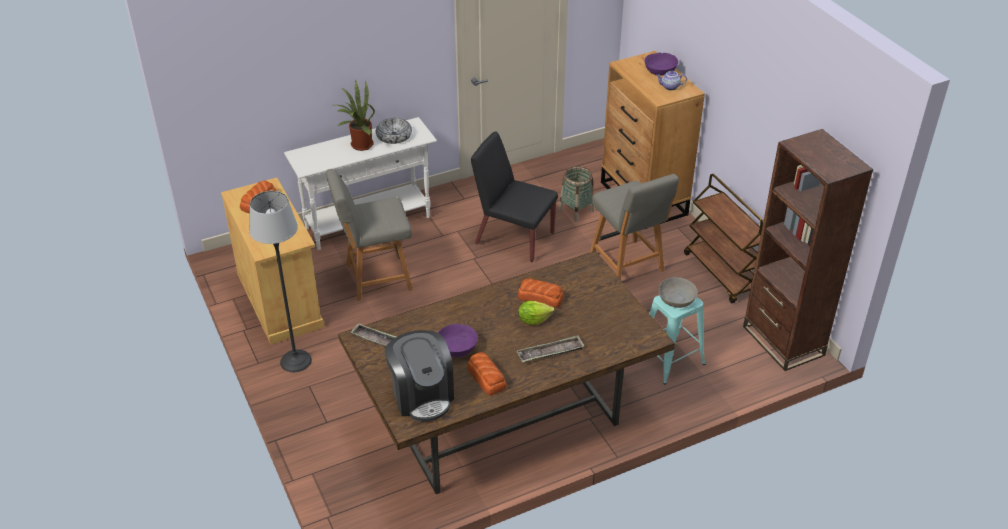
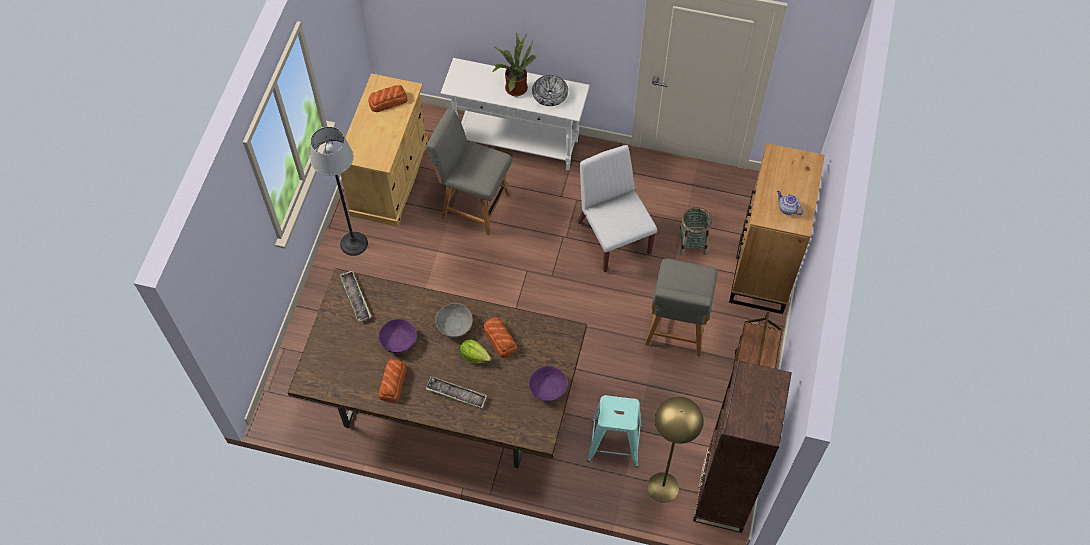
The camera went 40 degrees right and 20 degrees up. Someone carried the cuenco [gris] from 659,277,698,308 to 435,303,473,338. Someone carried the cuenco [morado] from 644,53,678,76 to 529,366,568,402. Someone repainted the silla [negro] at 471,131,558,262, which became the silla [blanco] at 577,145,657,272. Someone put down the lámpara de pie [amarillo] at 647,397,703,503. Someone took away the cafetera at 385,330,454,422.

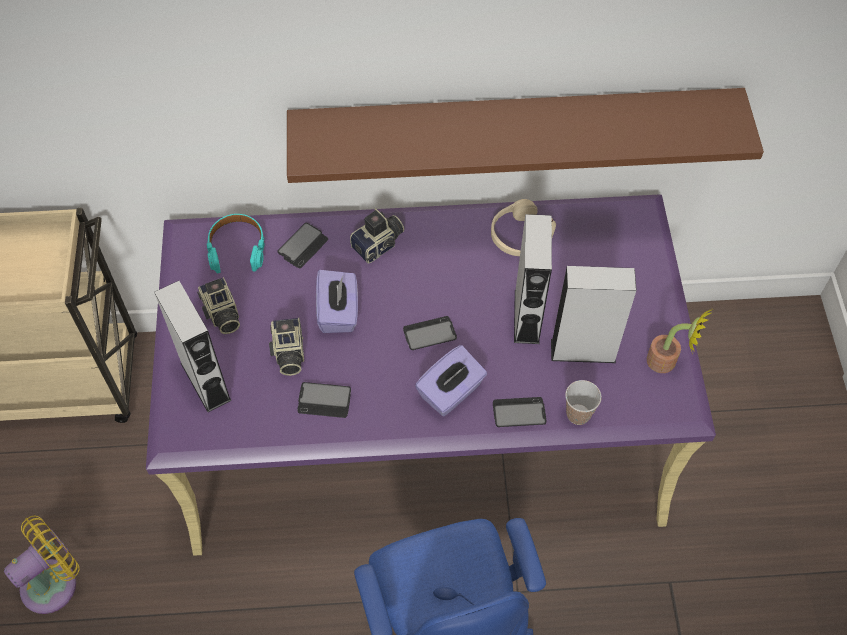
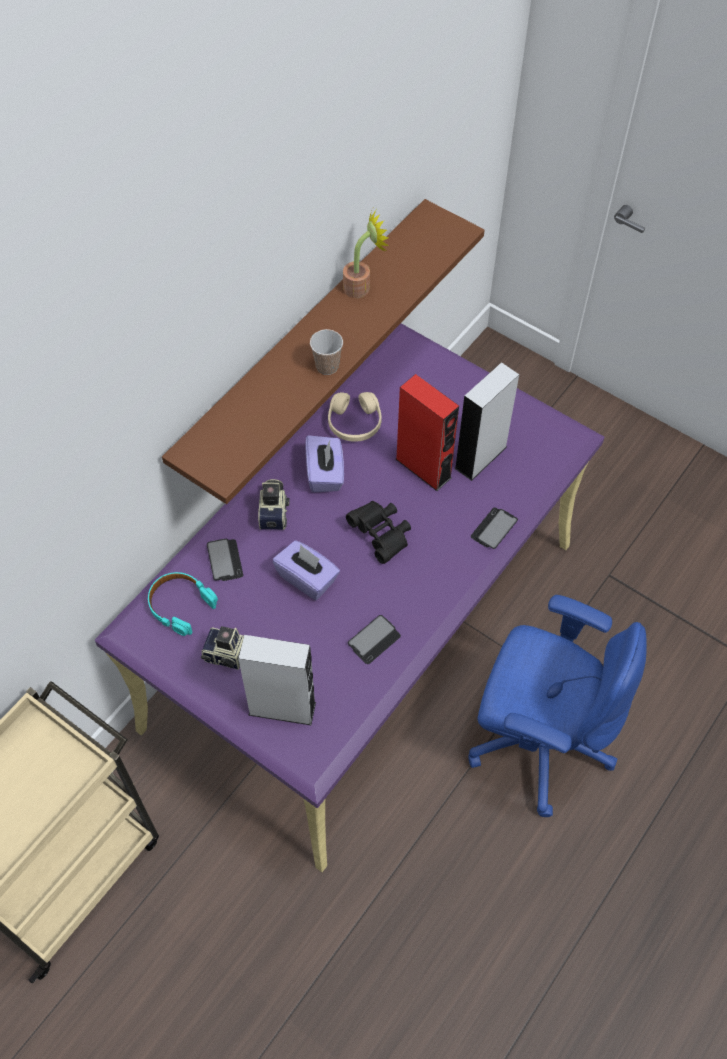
The camera went 50 degrees left and 0 degrees up. Someone carried the caja de pañuelos [morado] from 415,345,487,416 to 305,435,344,493. Someone carried the taza from 565,380,602,425 to 310,329,343,375. Someone carried the planta en maceta from 647,308,713,373 to 343,210,389,298. Someone swapped the móvil at 403,316,457,350 for the prismáticos [negro] at 346,501,411,564. Someone repainted the altavoz [gris] at 514,214,552,344, which became the altavoz [rojo] at 395,374,459,491. Someone took away the ventilador [amarillo] at 4,516,80,614. Someone took away the cámara at 269,318,304,376.

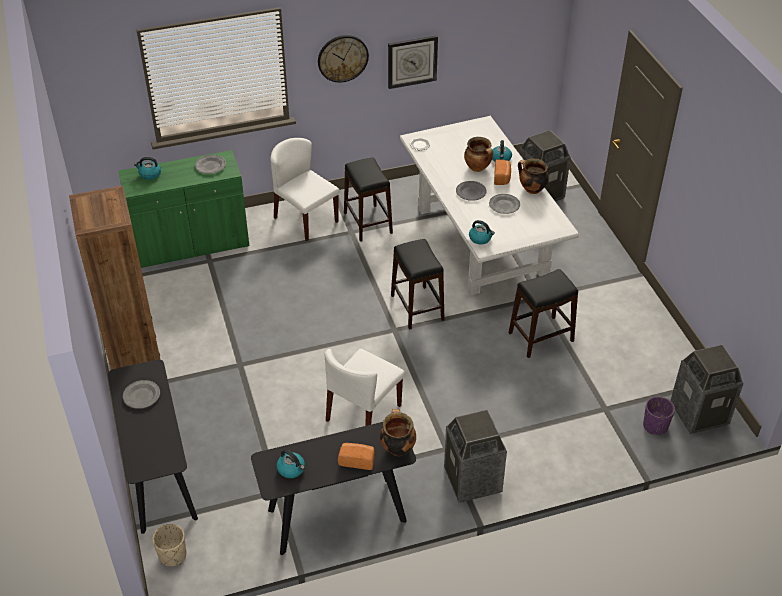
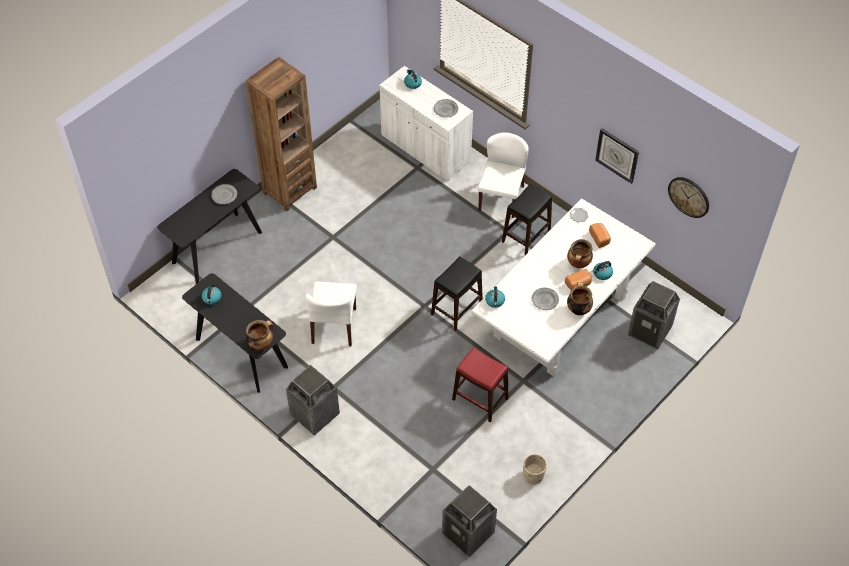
The camera went 60 degrees right and 10 degrees up. Someone rotated the silla [blanco] at 325,349,405,426 by 90 degrees counterclockwise. Someone repainted the armario [verde] at 118,150,249,268, which became the armario [blanco] at 380,66,473,181. Someone repainted the taburete [negro] at 509,269,578,358, which became the taburete [rojo] at 452,348,508,422. Someone carried the maceta [beis] from 152,524,187,566 to 523,454,547,484. Someone carried the pan from 338,443,375,470 to 589,223,611,248. Someone carried the reloj de pared from 318,35,369,83 to 668,177,709,218. Someone took away the plato [gris] at 456,181,487,201. Someone took away the maceta [morado] at 643,396,675,435.

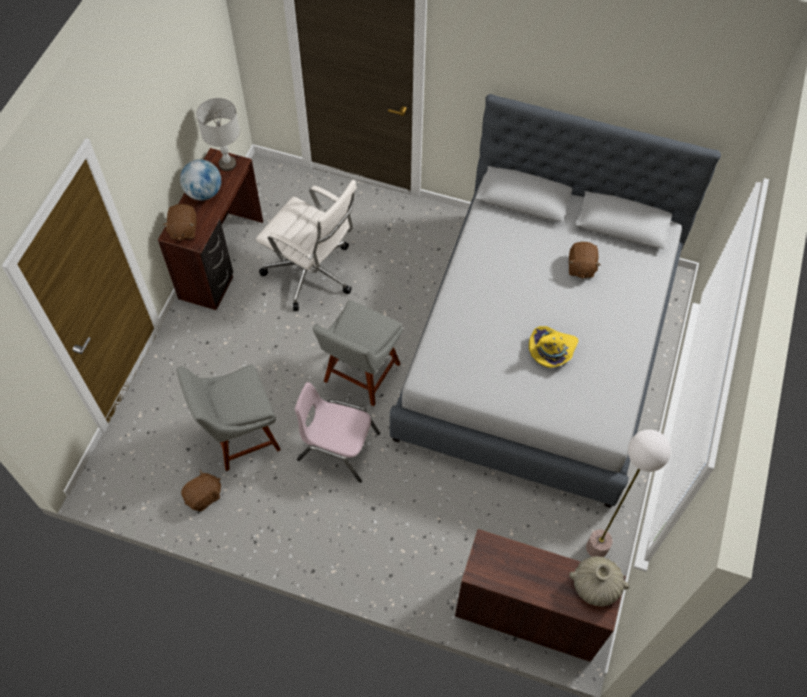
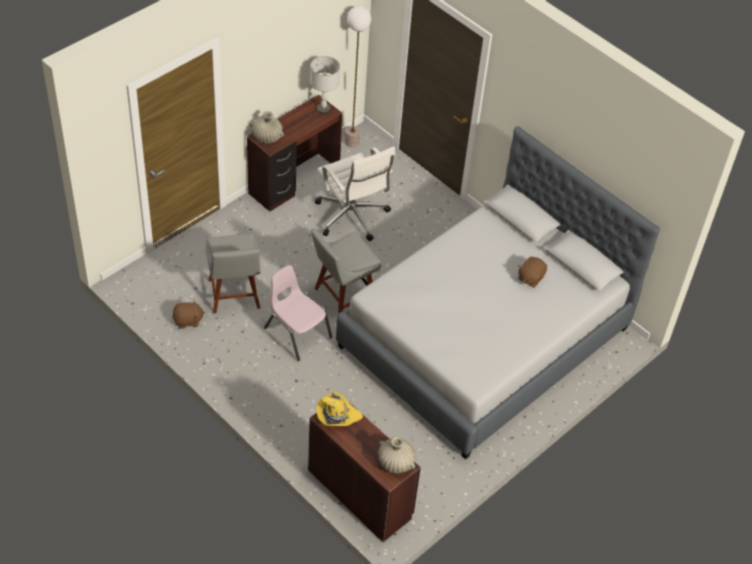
The camera went 25 degrees right and 10 degrees down. Someone rotated the silla [gris] at 176,364,281,471 by 105 degrees counterclockwise. Someone swapped the peluche [marrón] at 163,204,197,240 for the florero [beis] at 250,111,284,143. Someone carried the sombrero [amarillo] from 529,326,578,368 to 316,392,363,426. Someone carried the lámpara de pie from 586,430,671,557 to 345,6,371,147. Someone took away the globo terráqueo at 180,159,221,201.

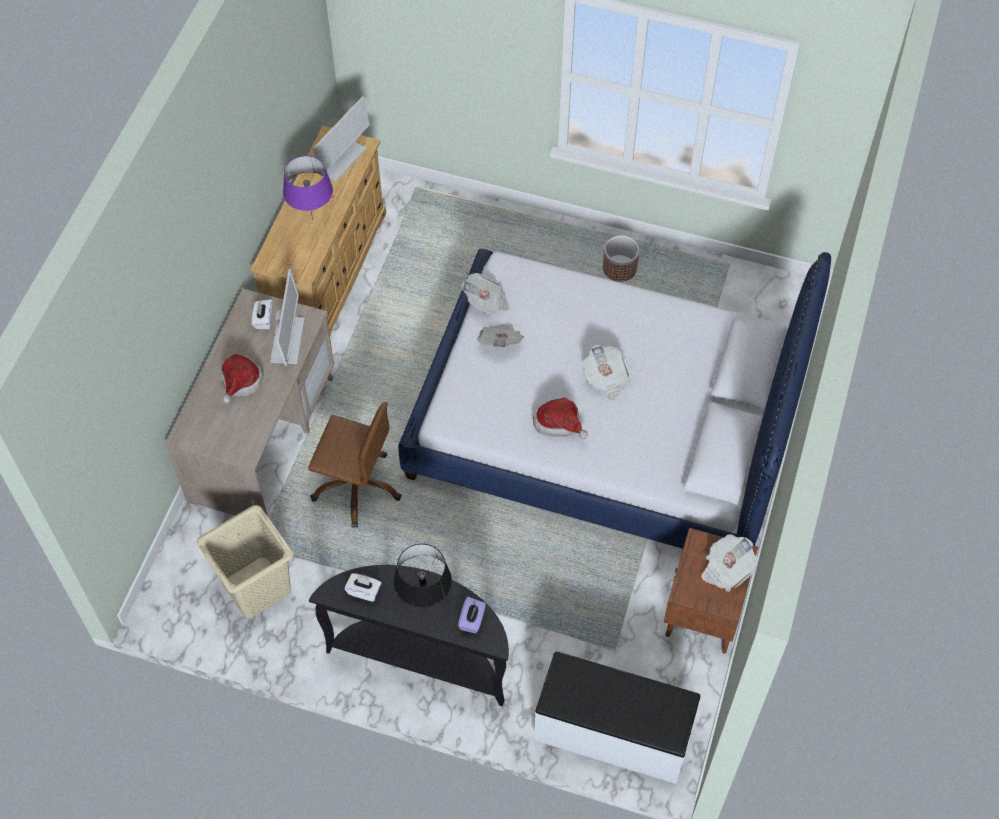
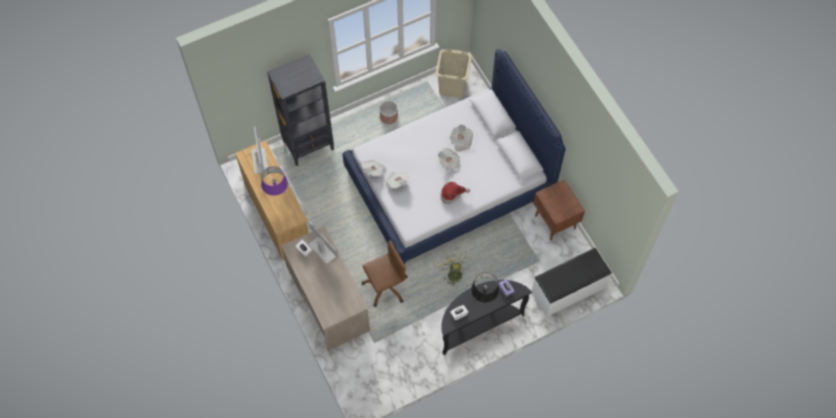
The camera went 45 degrees left and 5 degrees up. Someone put down the estantería [negro] at 267,54,334,166. Someone carried the cesto de la ropa [beis] from 197,505,293,618 to 435,49,472,98. Someone put down the ventilador [verde] at 438,252,469,286. Someone carried the periódico from 701,534,757,592 to 450,125,473,152. Someone took away the sombrero at 220,354,264,404.

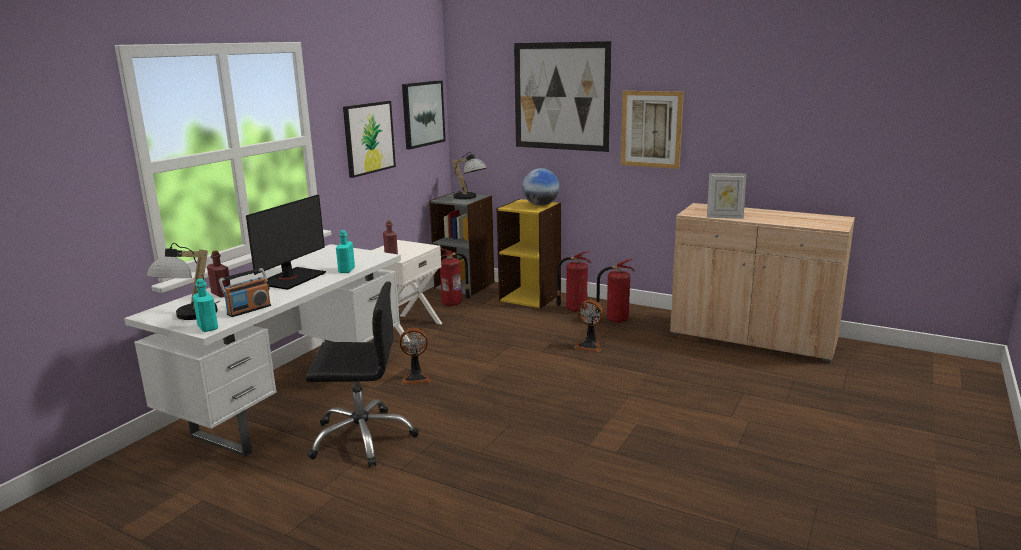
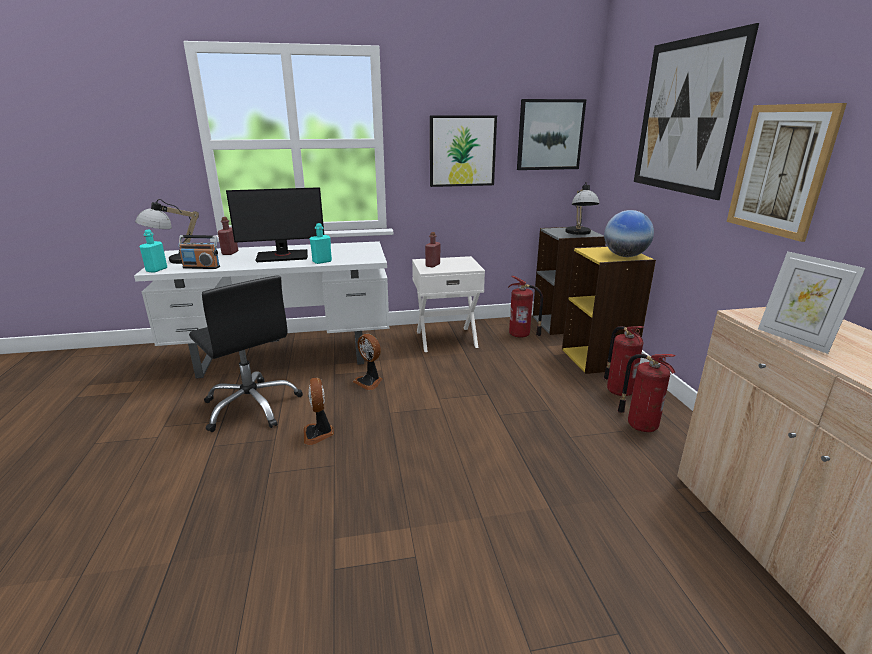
The camera went 50 degrees right and 5 degrees up. Someone carried the ventilador from 574,300,604,352 to 304,378,334,445.

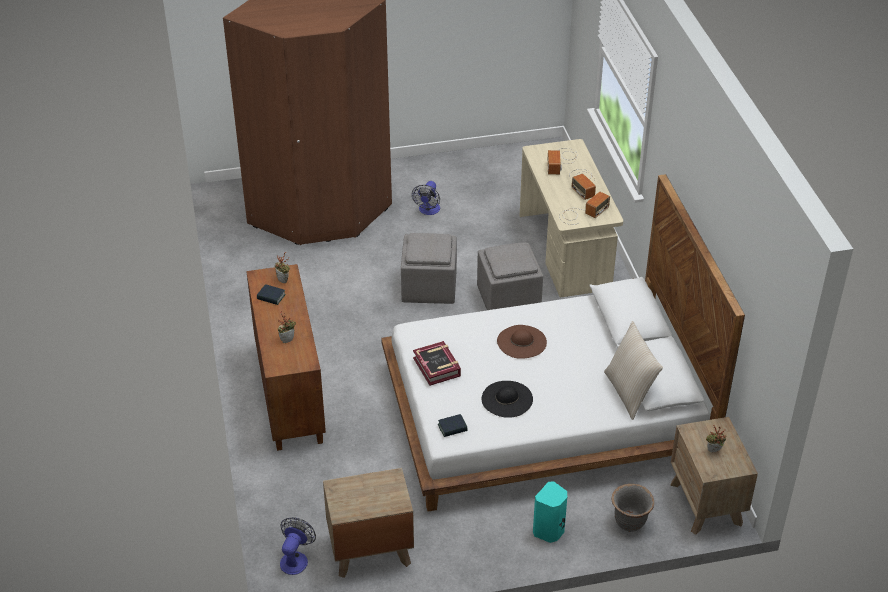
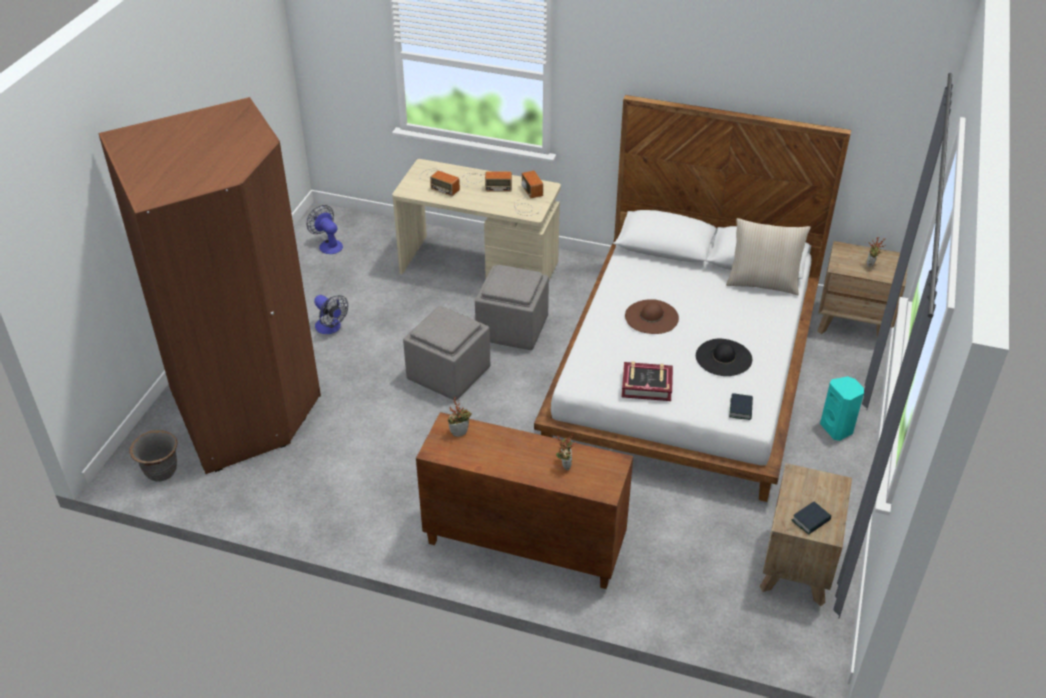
The camera went 60 degrees left and 0 degrees up. Someone carried the maceta [gris] from 611,484,654,532 to 129,430,178,482. Someone carried the ventilador from 280,517,316,575 to 306,205,343,254. Someone carried the libro from 257,284,286,305 to 792,502,831,535.

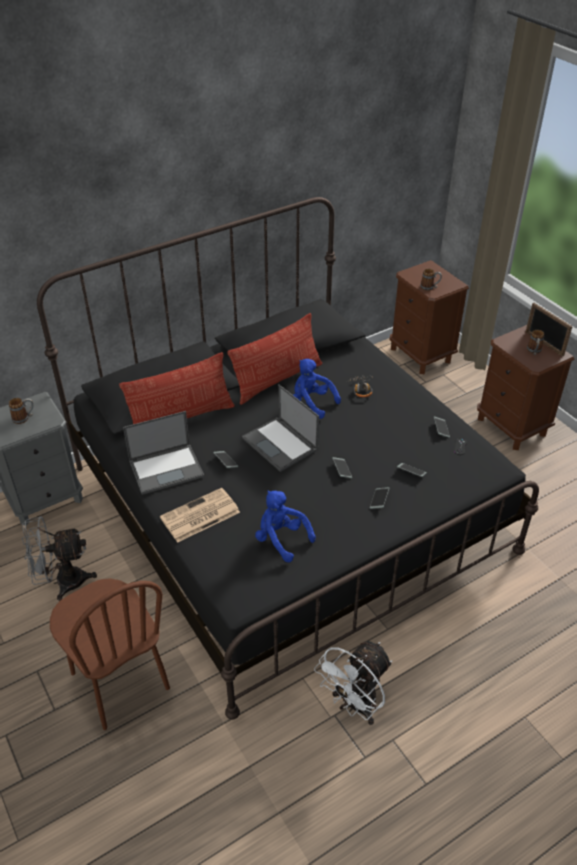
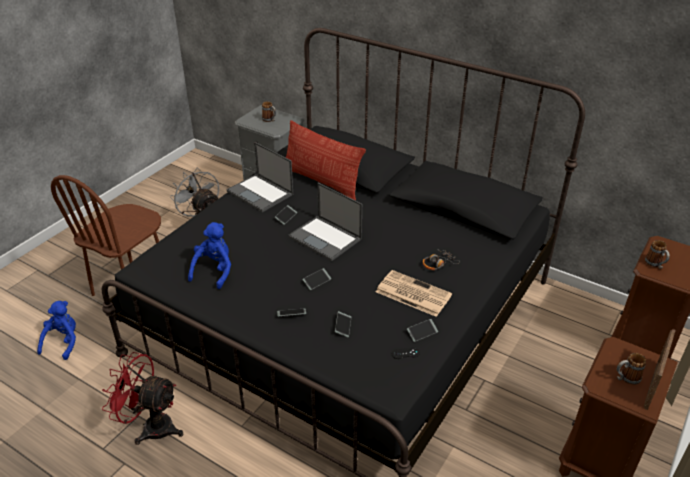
The camera went 65 degrees right and 5 degrees down. Someone carried the peluche [azul] from 293,359,341,419 to 37,301,76,360. Someone repainted the ventilador [blanco] at 314,641,392,725, which became the ventilador [rojo] at 102,352,183,445. Someone rotated the portátil at 242,384,319,472 by 75 degrees counterclockwise. Someone carried the periódico from 160,488,240,543 to 376,270,452,317. Someone took away the cojín at 227,313,322,405.

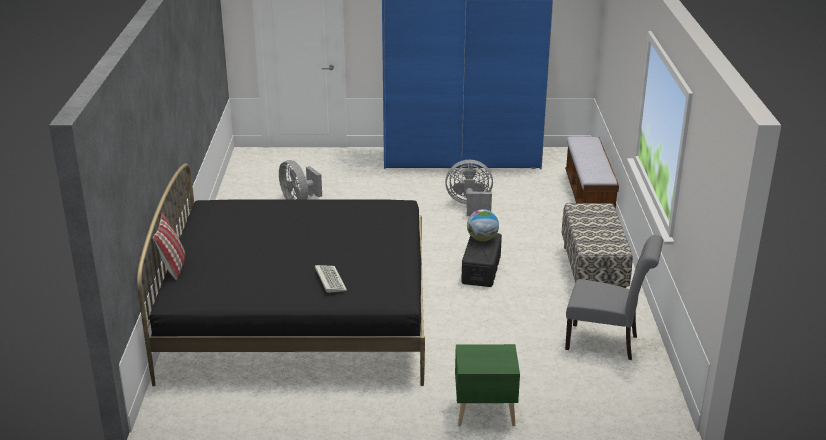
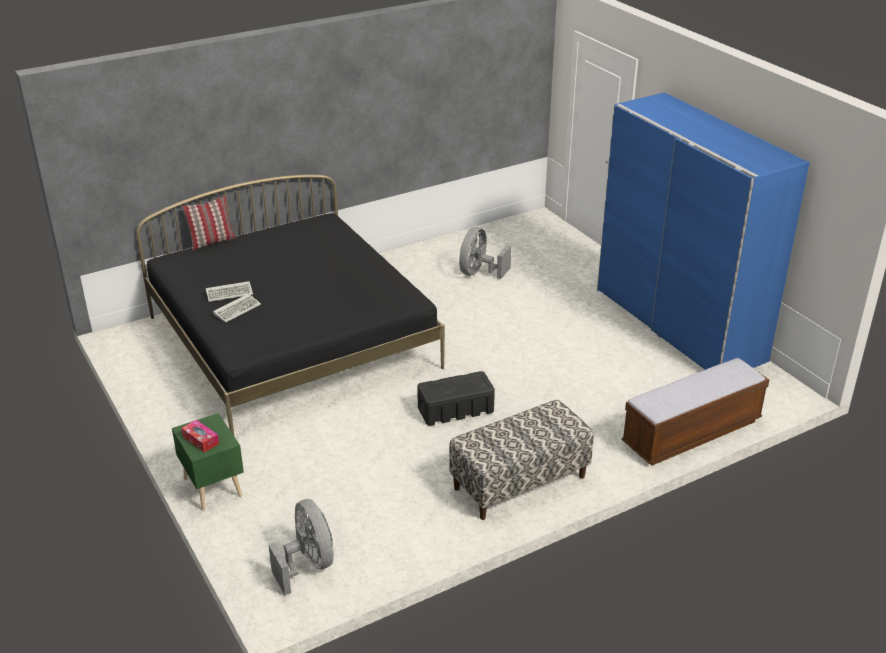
The camera went 60 degrees right and 5 degrees up. Someone put down the caja de pañuelos at 181,420,219,453. Someone put down the teclado at 206,281,253,302. Someone carried the ventilador [gris] from 445,160,493,216 to 268,499,334,595. Someone took away the globo terráqueo at 467,209,499,241. Someone took away the silla [gris] at 565,235,663,360.

